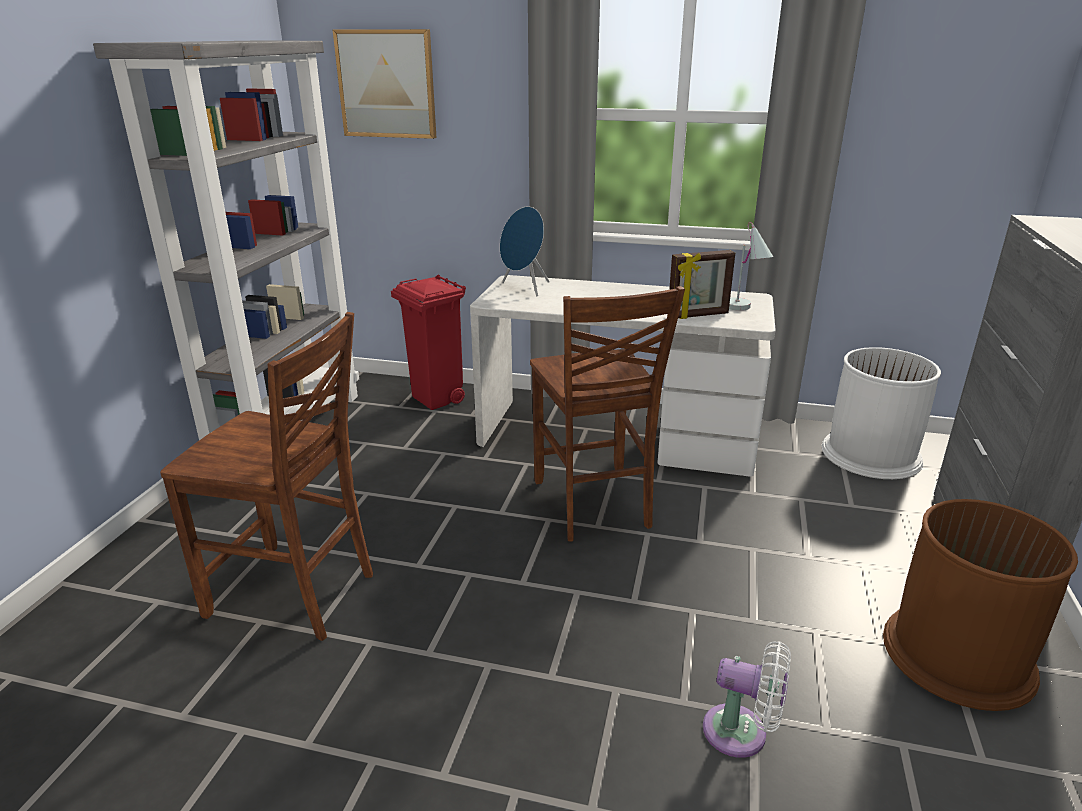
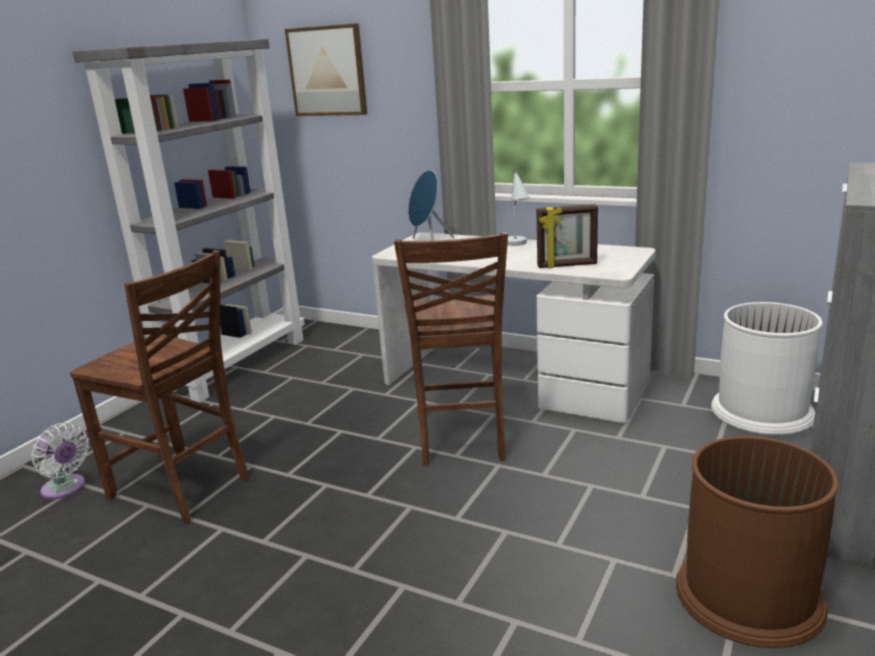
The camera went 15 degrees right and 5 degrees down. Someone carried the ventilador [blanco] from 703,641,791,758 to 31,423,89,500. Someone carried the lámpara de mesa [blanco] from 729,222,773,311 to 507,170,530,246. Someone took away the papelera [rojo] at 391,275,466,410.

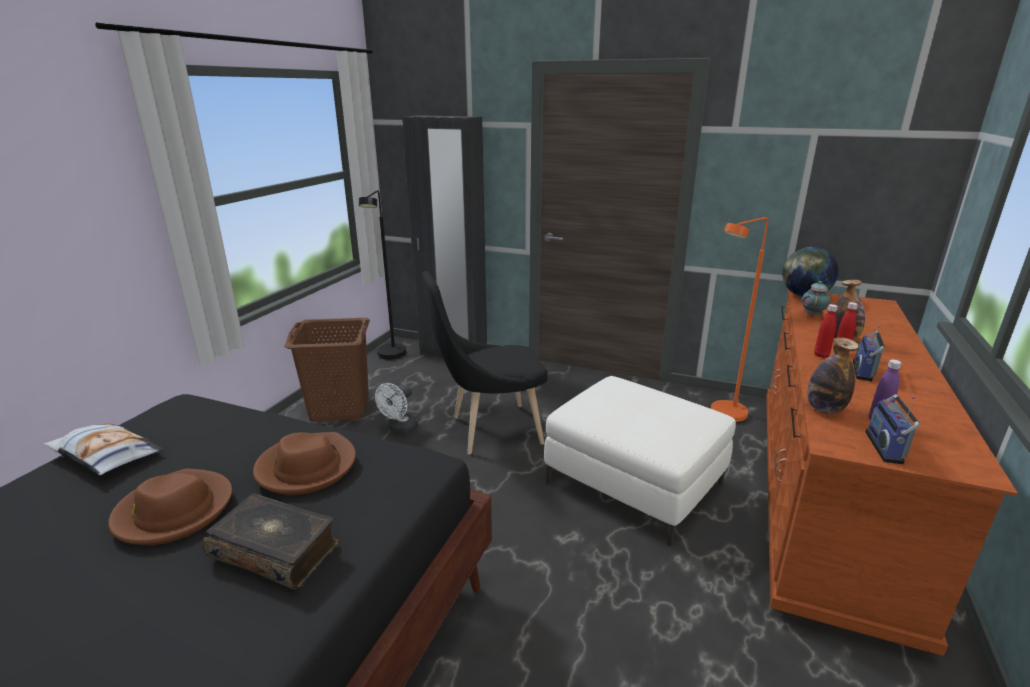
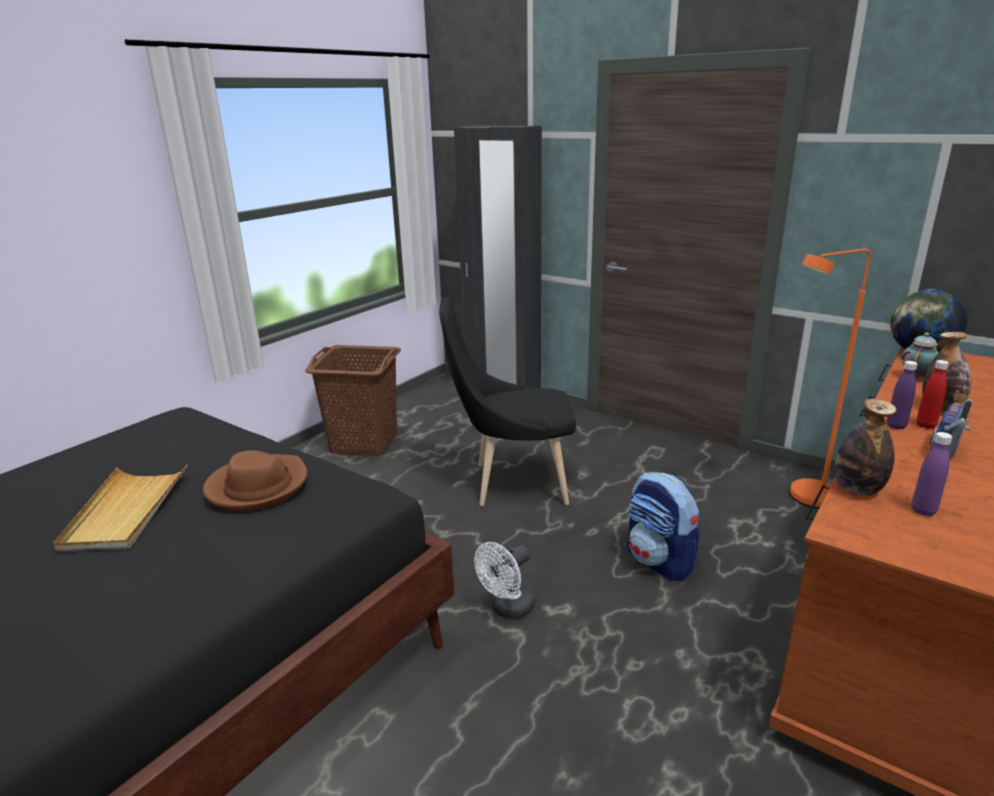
The camera went 15 degrees right and 0 degrees up. Someone swapped the sombrero [marrón] at 108,469,232,545 for the bandeja [beis] at 53,465,187,551. Someone carried the ventilador [blanco] from 375,383,418,434 to 474,542,535,619. Someone swapped the puf [blanco] at 544,376,736,547 for the mochila at 627,472,701,581. Someone repainted the botella [rojo] at 814,304,838,358, which became the botella [morado] at 887,361,918,430. Someone took away the cojín at 44,423,163,475. Someone took away the libro at 202,493,339,590. Someone took away the lámpara de pie [negro] at 359,190,407,360. Someone took away the radio at 865,394,921,464.

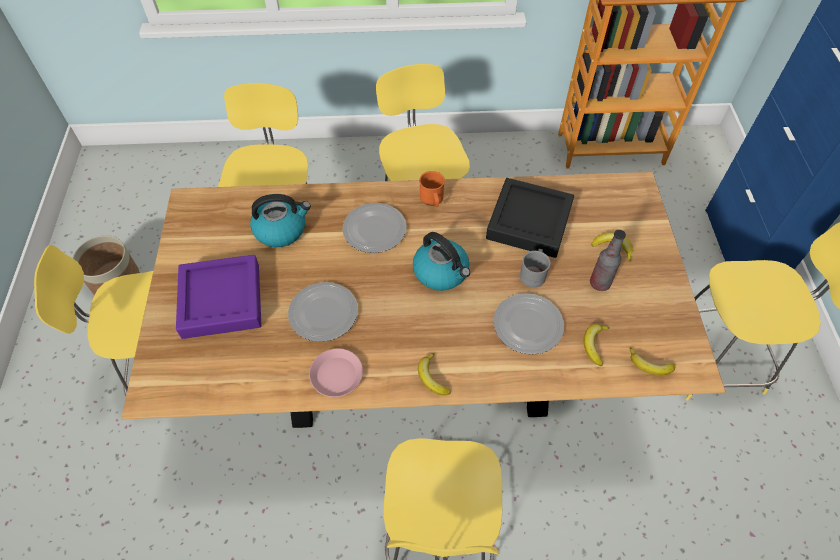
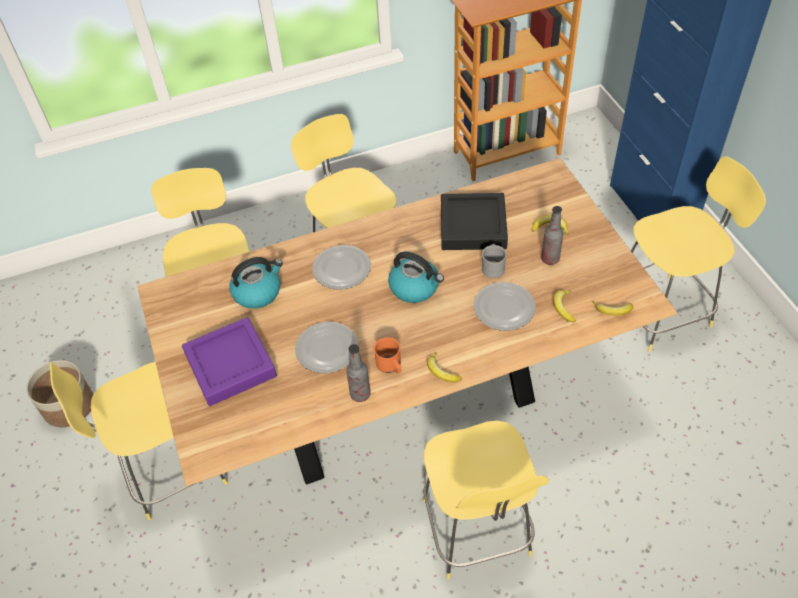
The camera went 15 degrees left and 5 degrees down. Someone swapped the plato [rosa] at 309,348,363,397 for the botella at 346,344,371,402. Someone carried the taza grande [naranja] from 419,171,445,207 to 374,337,401,374.

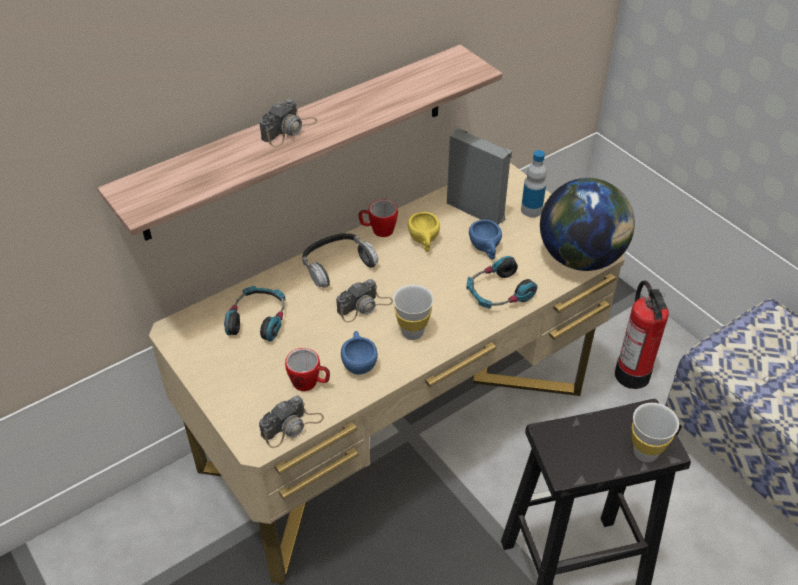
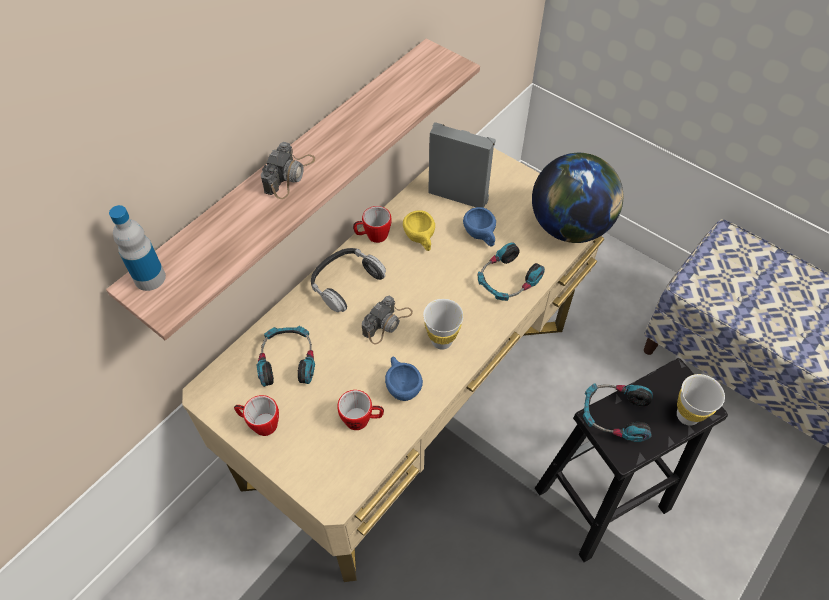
The camera went 15 degrees left and 10 degrees up. Someone carried the botella from 521,150,547,217 to 109,205,166,291. Someone put down the taza grande at 234,395,279,436. Someone put down the auriculares at 583,383,653,442. Someone took away the cámara at 259,396,324,448. Someone took away the extintor at 615,280,669,389.

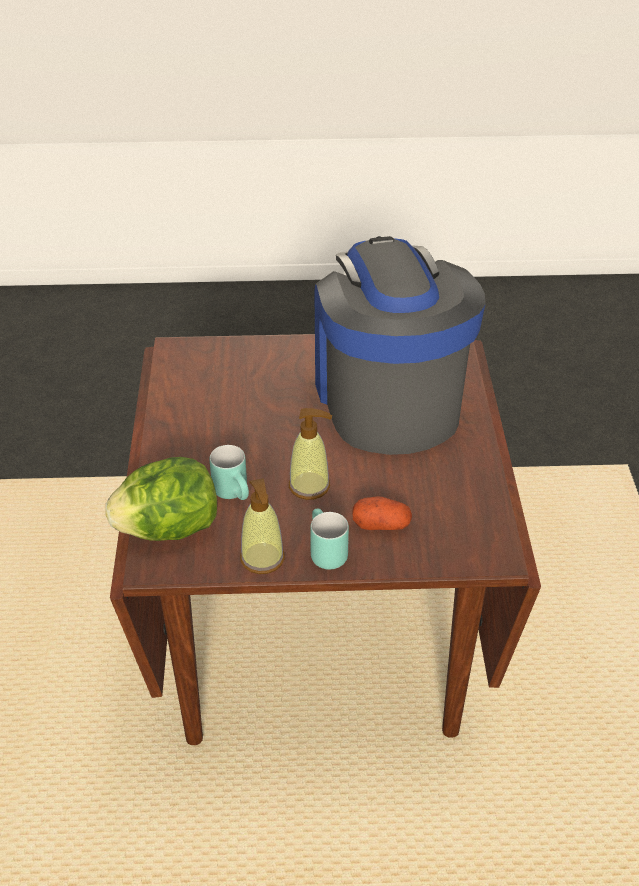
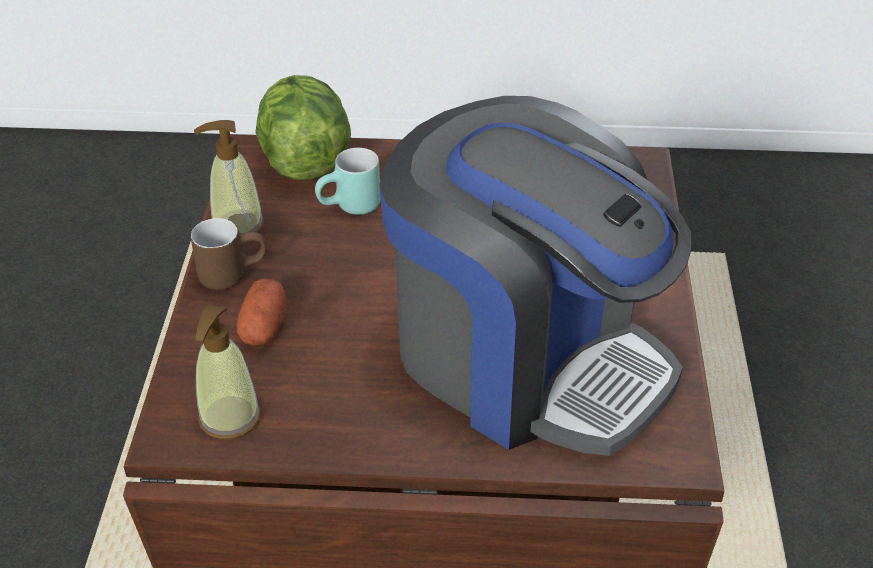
The camera went 95 degrees right and 0 degrees up. Someone repainted the taza grande [turquesa] at 310,508,349,570, which became the taza grande [marrón] at 191,218,267,290. Someone carried the dispensador de jabón from 289,408,332,500 to 195,305,261,440. Someone rotated the cafetera at 315,236,486,455 by 45 degrees clockwise.

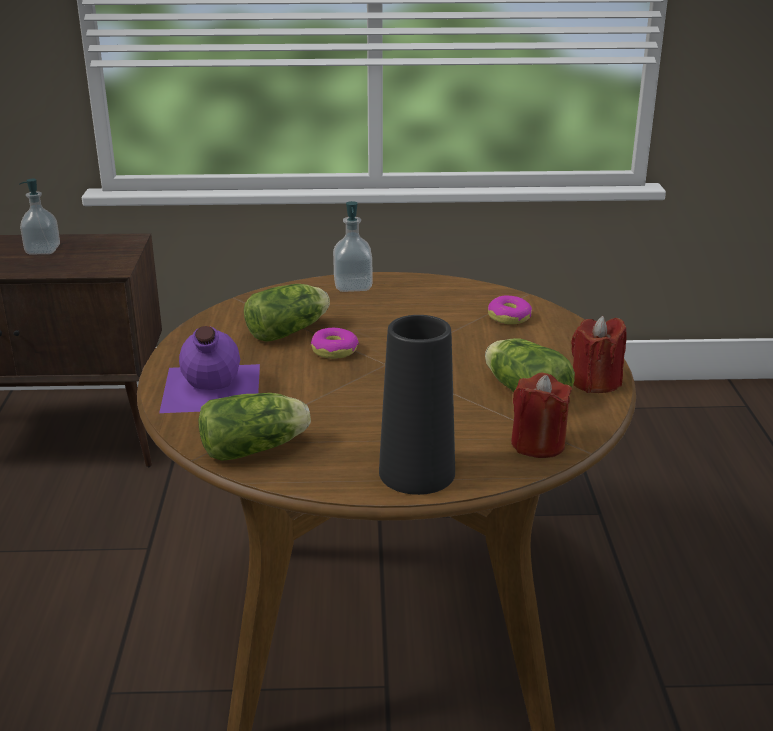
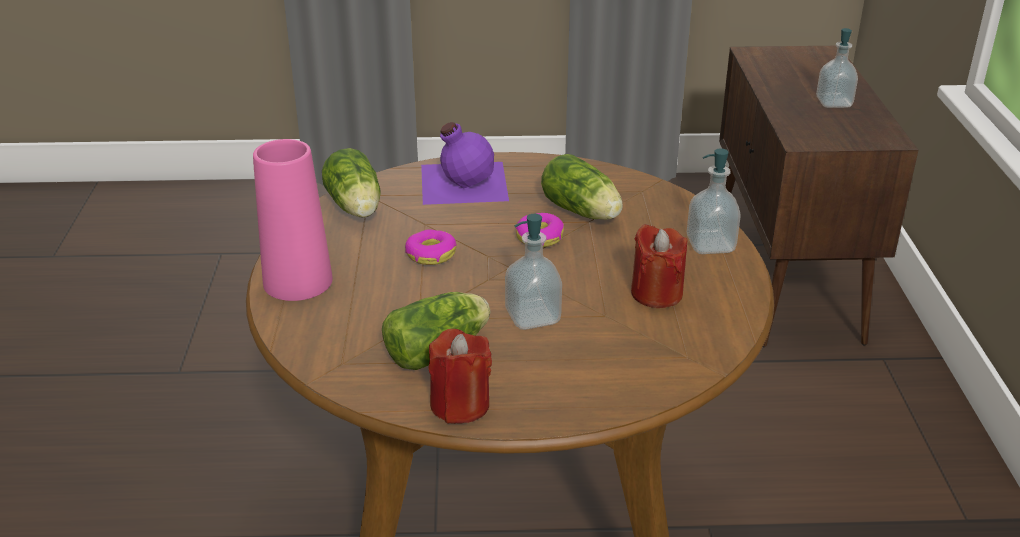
The camera went 90 degrees right and 5 degrees up. Someone repainted the florero [negro] at 379,315,455,495, which became the florero [rosa] at 253,139,333,301. Someone carried the rosquilla from 488,296,532,324 to 405,229,456,265. Someone put down the dispensador de jabón at 505,214,562,330. Someone carried the vela [rojo] from 511,373,572,458 to 631,224,688,308.

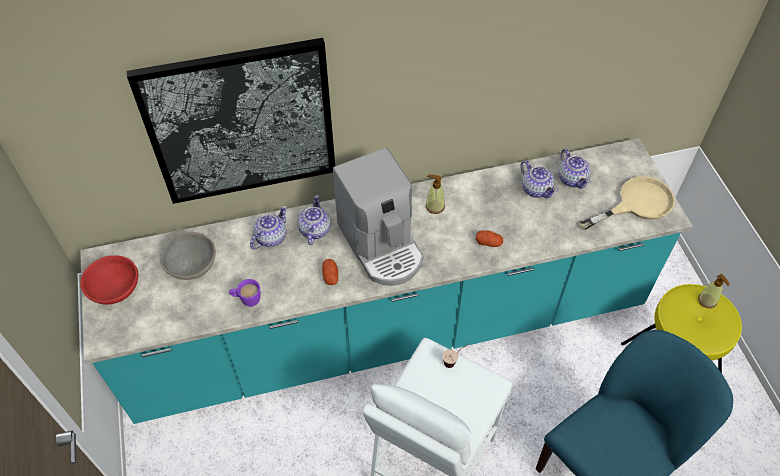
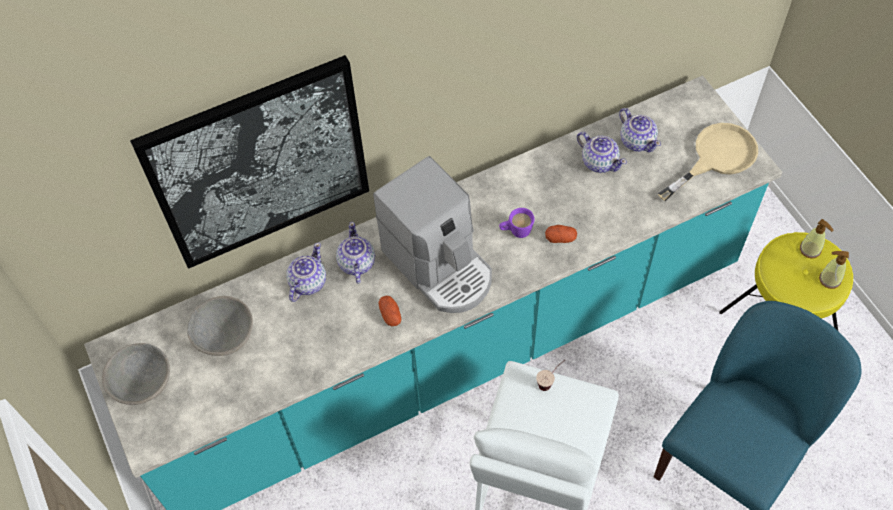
The camera went 10 degrees left and 5 degrees up. Someone repainted the cuenco [rojo] at 80,255,139,305, which became the cuenco [gris] at 102,343,170,405. Someone carried the taza grande [morado] from 229,279,260,307 to 499,208,534,238. Someone carried the dispensador de jabón from 426,174,445,214 to 819,251,849,289.

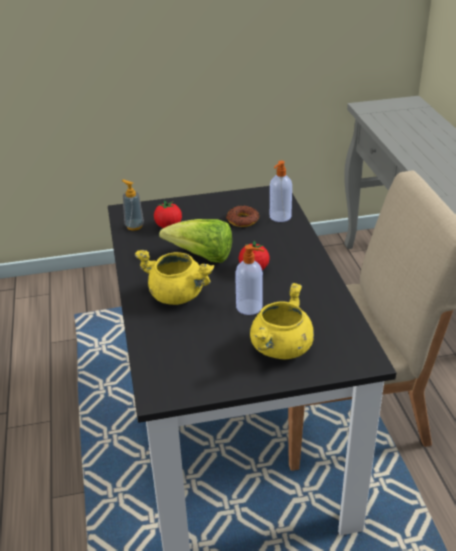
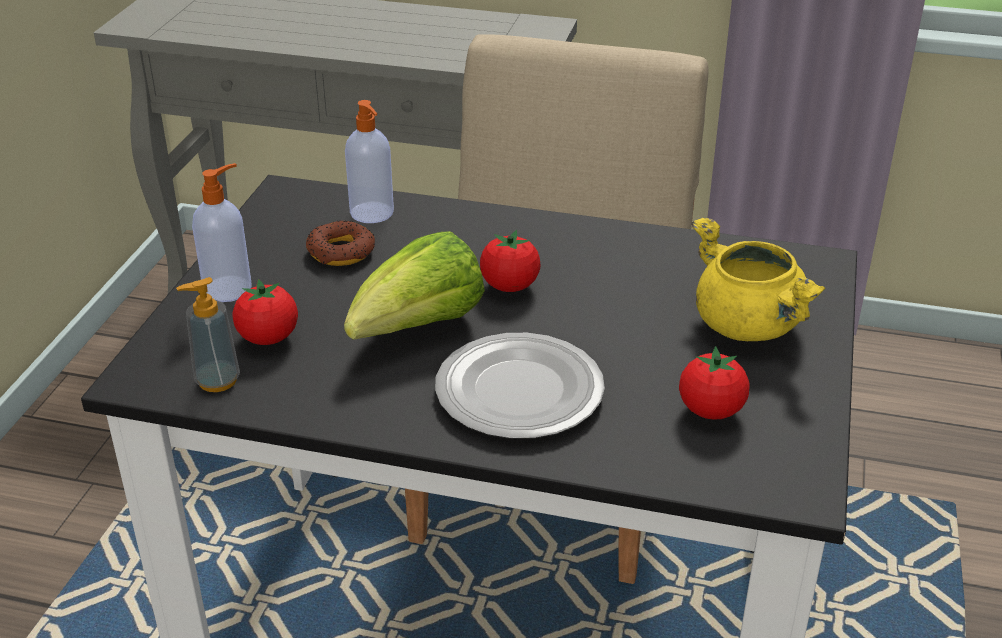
The camera went 65 degrees left and 0 degrees up. Someone carried the dispensador de jabón from 235,245,264,315 to 192,163,252,302. Someone swapped the olla [amarillo] at 134,250,214,305 for the plato at 435,333,605,439. Someone put down the tomate at 679,346,750,420.

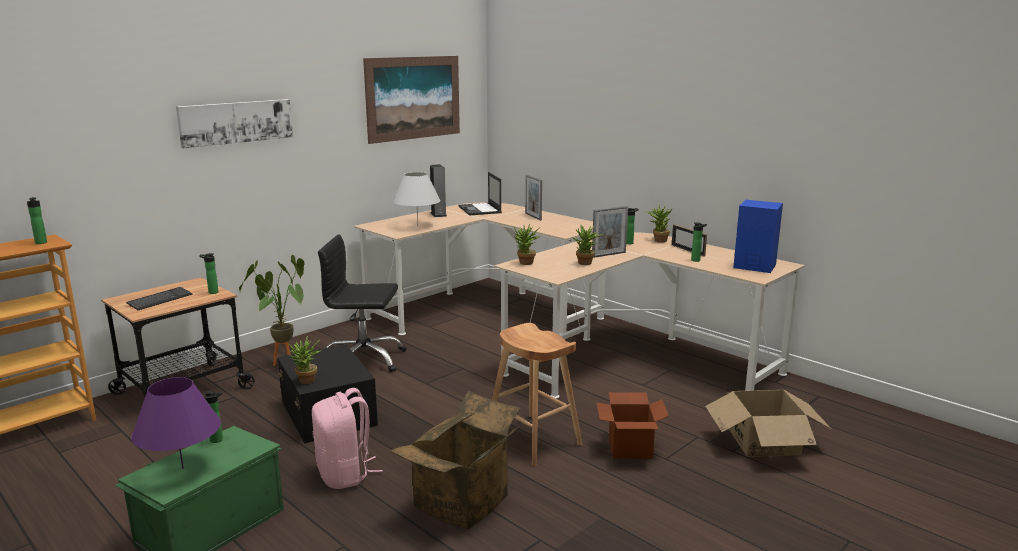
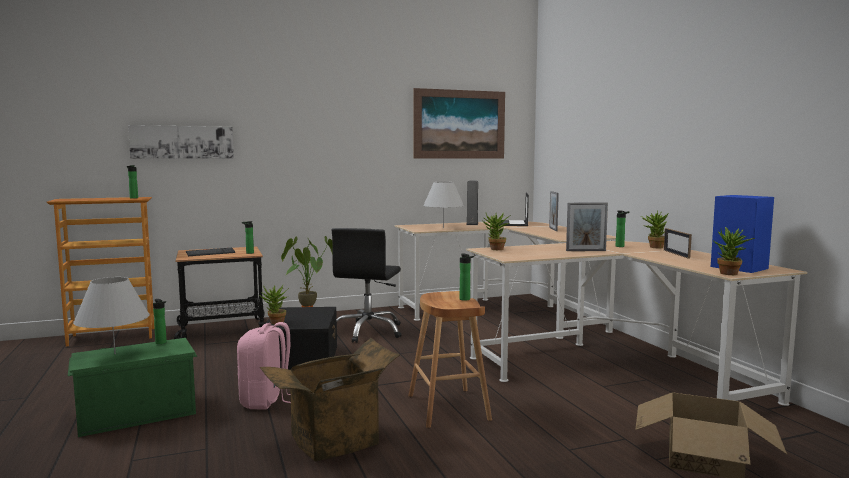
The camera went 25 degrees right and 10 degrees down. Someone repainted the lámpara de mesa [morado] at 131,377,221,469, which became the lámpara de mesa [blanco] at 73,277,150,354. Someone carried the cuadro from 176,99,293,148 to 128,125,234,159. Someone rotated the silla de oficina [negro] at 318,234,407,372 by 105 degrees counterclockwise. Someone carried the botella from 691,222,707,262 to 460,254,474,301. Someone carried the planta en maceta from 572,224,603,265 to 712,227,755,275. Someone took away the caja de cartón at 596,392,669,459.

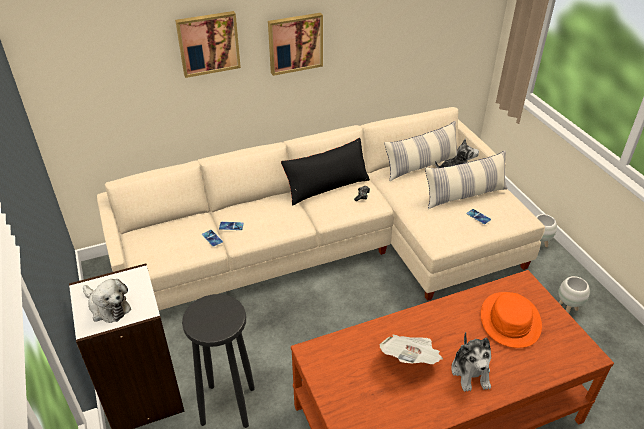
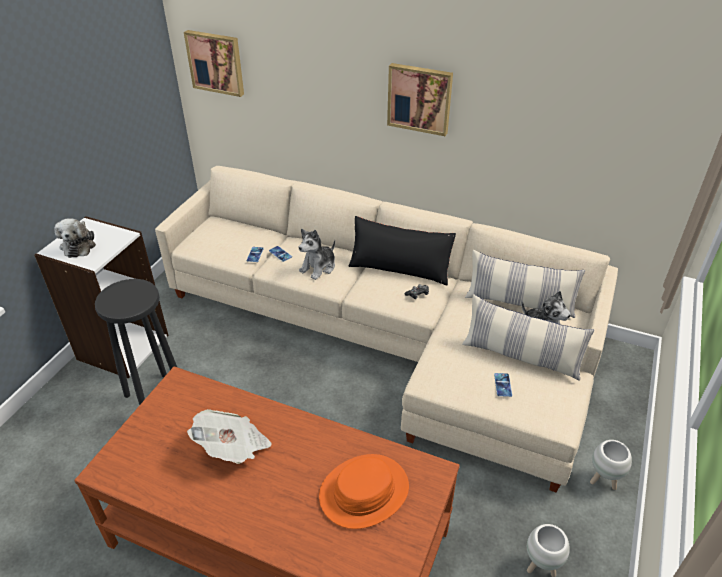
The camera went 45 degrees right and 0 degrees up. Someone carried the cuadro from 175,11,241,78 to 184,30,244,97. Someone carried the peluche from 451,332,491,391 to 299,229,335,280.

